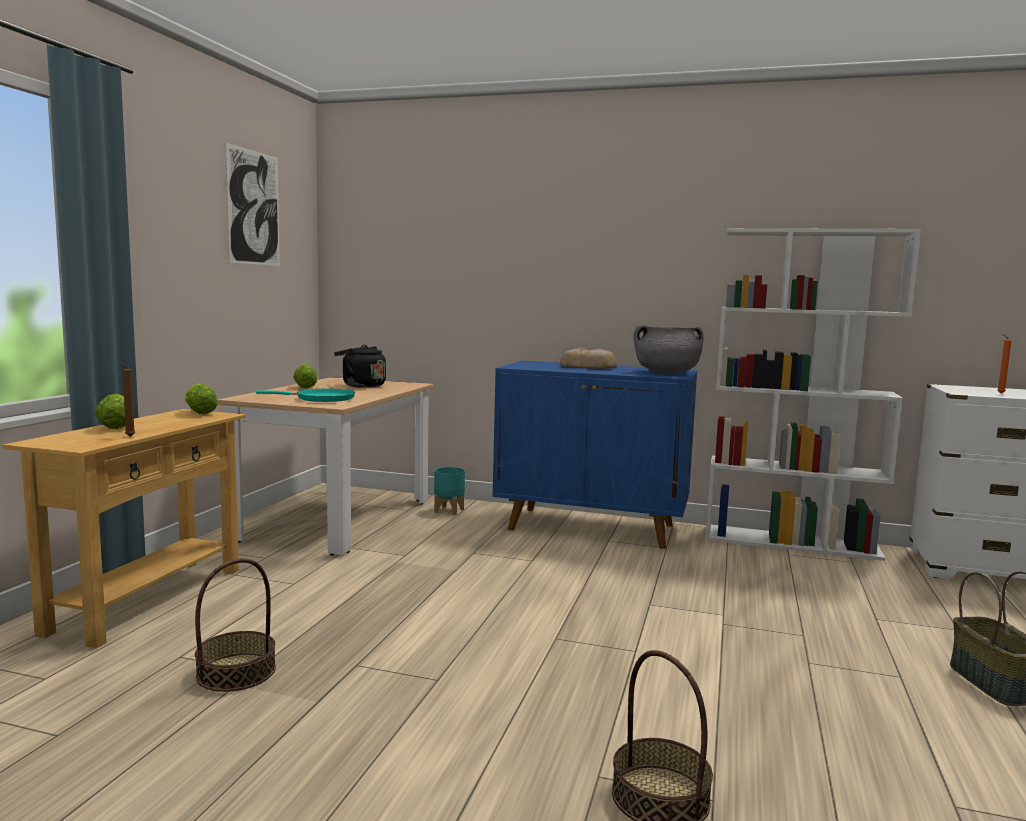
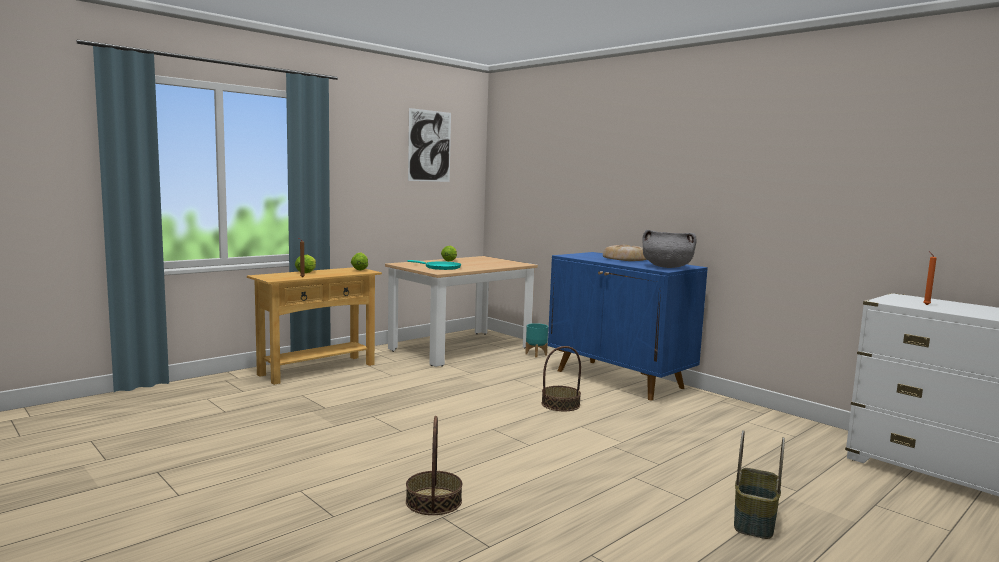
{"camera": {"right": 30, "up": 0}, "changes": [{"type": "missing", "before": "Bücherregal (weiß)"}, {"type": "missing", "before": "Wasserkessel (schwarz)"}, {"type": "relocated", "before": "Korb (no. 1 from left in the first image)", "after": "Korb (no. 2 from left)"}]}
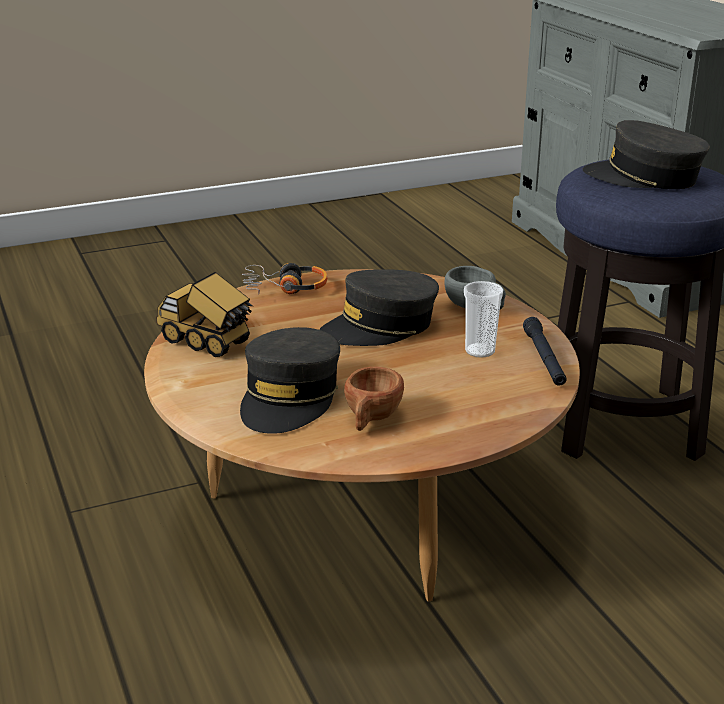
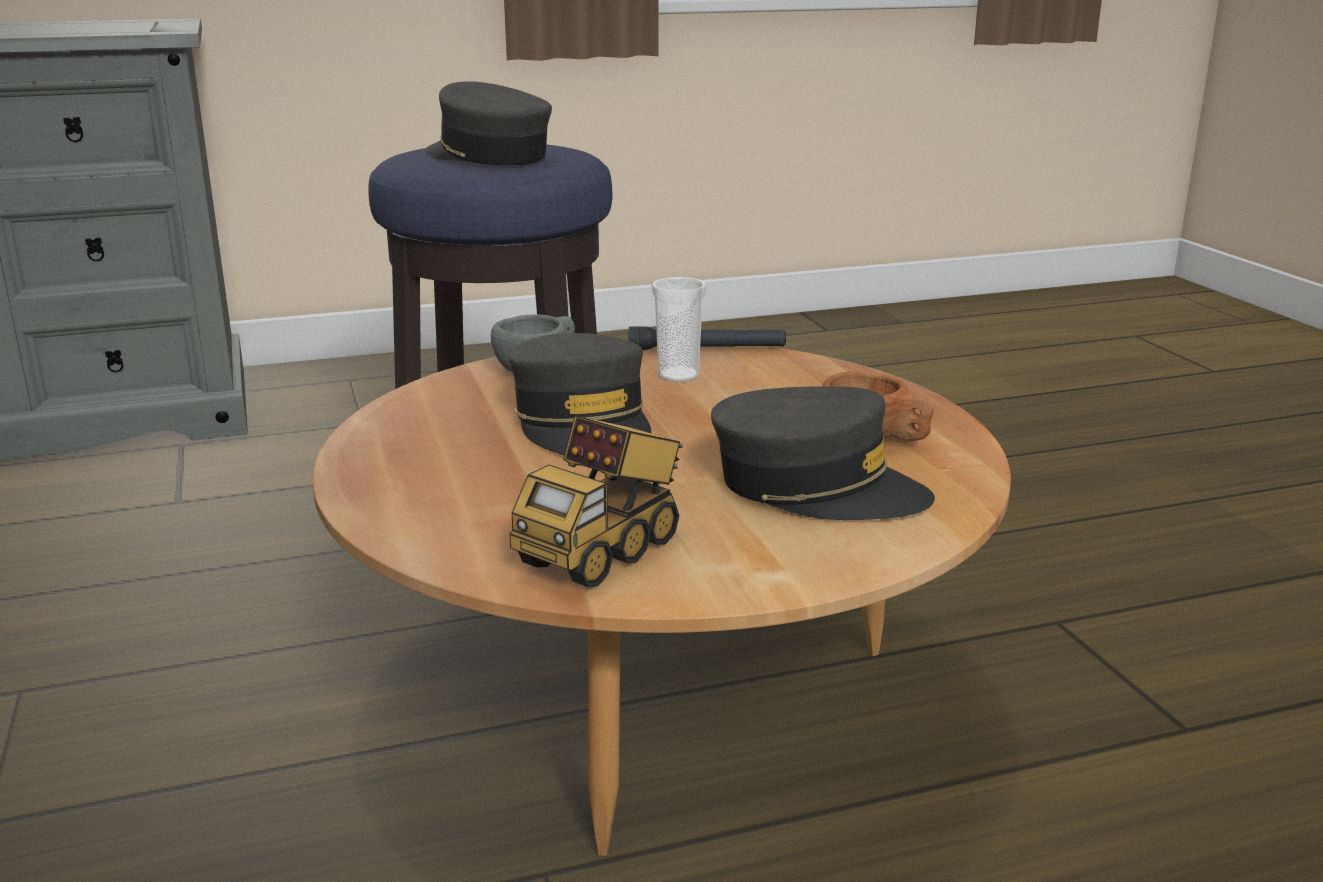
{"camera": {"right": -85, "up": -5}, "changes": [{"type": "spun", "before": "Kappe (grau) (no. 3 from left in the first image)", "turn": 105}, {"type": "missing", "before": "Kopfhörer"}]}
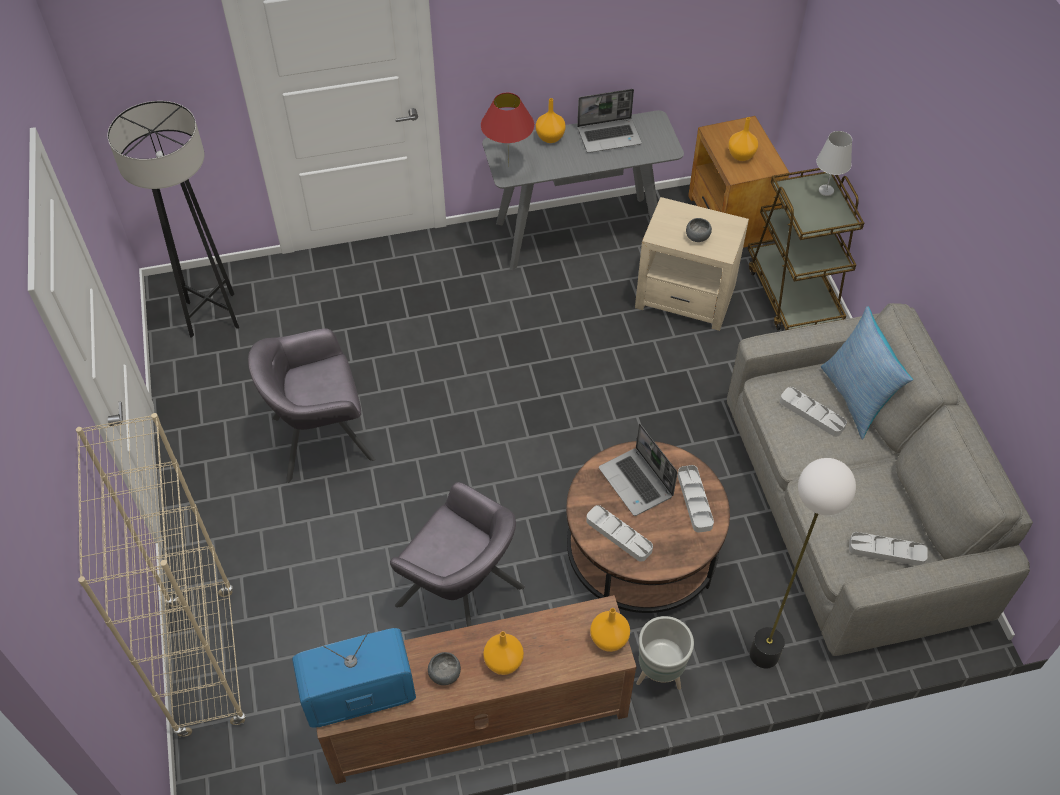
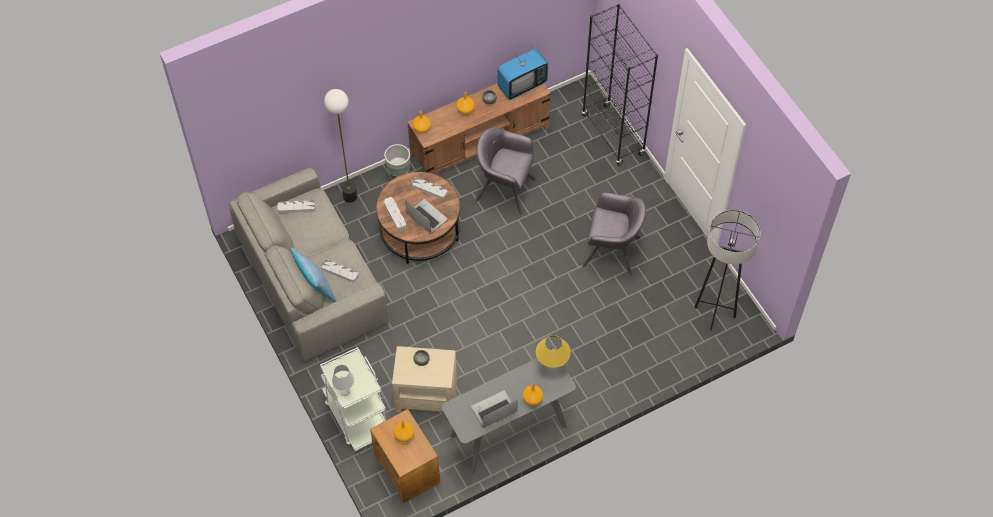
{"camera": {"right": 165, "up": 5}, "changes": [{"type": "colour", "before": "Tischlampe (rot)", "after": "Tischlampe (gelb)"}, {"type": "colour", "before": "Rollwagen (braun)", "after": "Rollwagen (weiß)"}, {"type": "spun", "before": "Sessel (grau) (no. 1 from left in the first image)", "turn": 45}, {"type": "colour", "before": "Bücherregal (beige)", "after": "Bücherregal (schwarz)"}]}
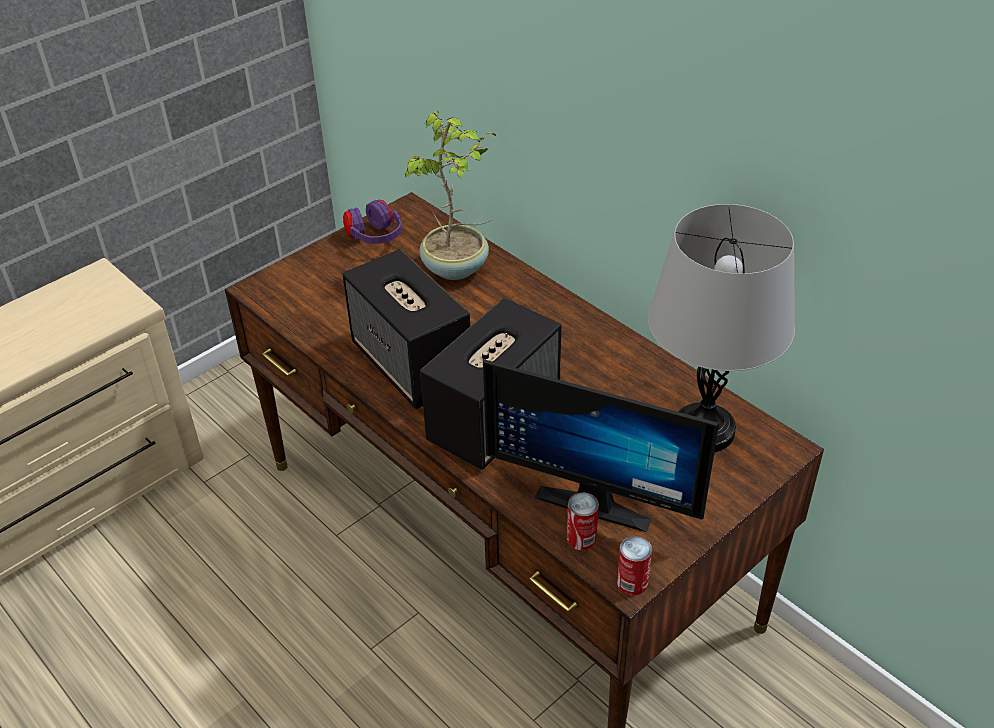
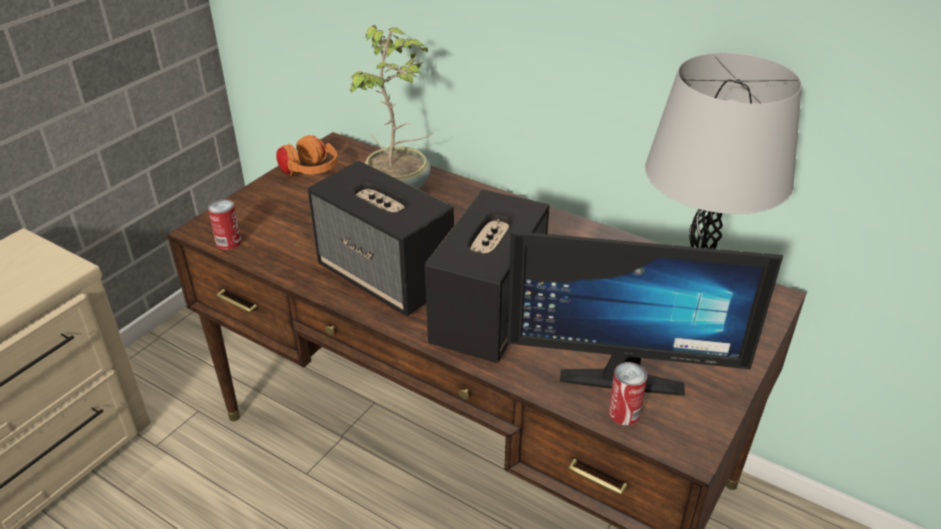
{"camera": {"right": -15, "up": -5}, "changes": [{"type": "colour", "before": "Kopfhörer (lila)", "after": "Kopfhörer (orange)"}, {"type": "relocated", "before": "Dose (no. 2 from left in the first image)", "after": "Dose (no. 1 from left)"}]}
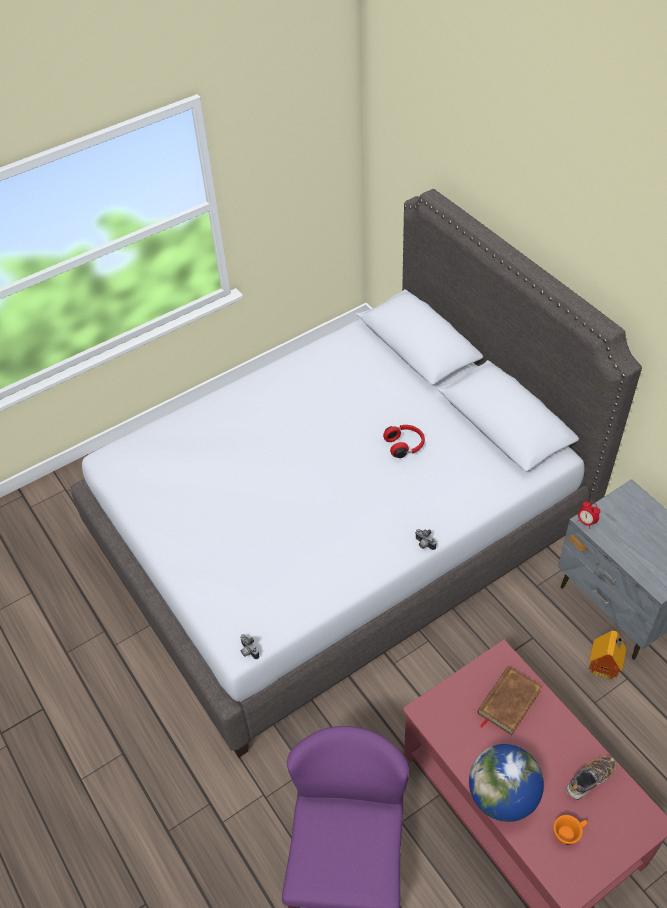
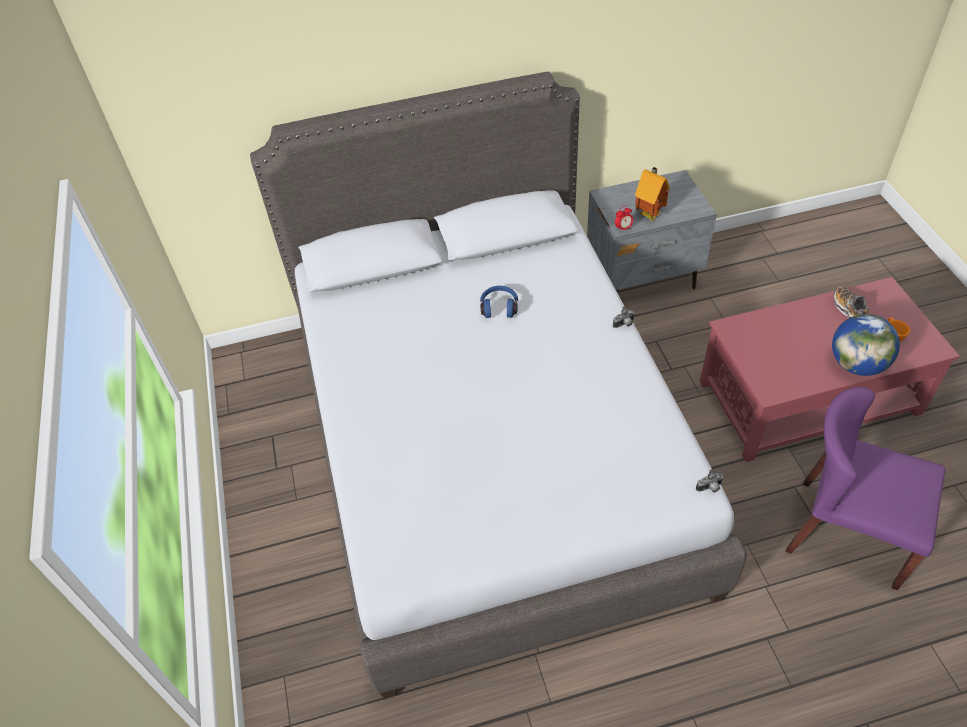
{"camera": {"right": -70, "up": 0}, "changes": [{"type": "colour", "before": "Kopfhörer (rot)", "after": "Kopfhörer (blau)"}, {"type": "relocated", "before": "Spielzeughaus"}, {"type": "missing", "before": "Buch (braun)"}]}
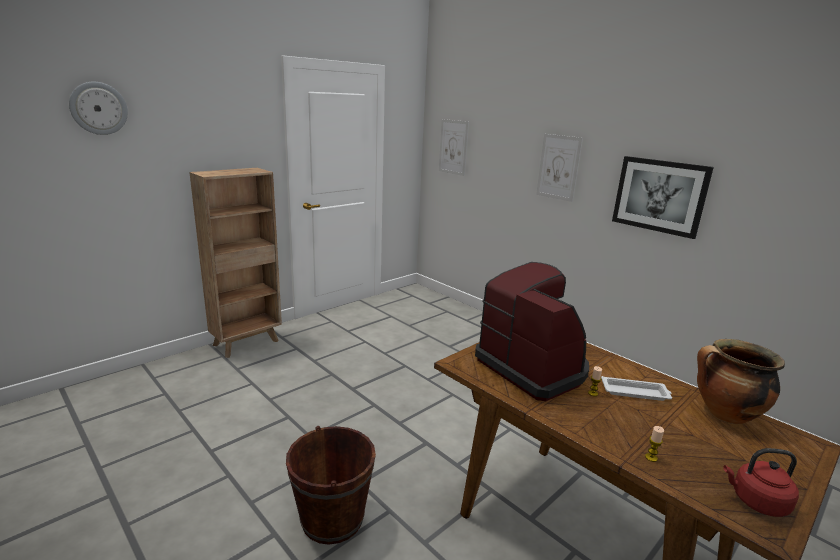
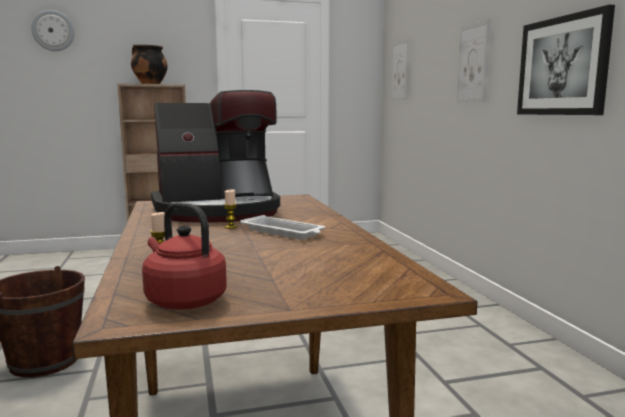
{"camera": {"right": 30, "up": -10}, "changes": [{"type": "spun", "before": "Kaffeemaschine", "turn": 75}, {"type": "relocated", "before": "Kochtopf"}]}
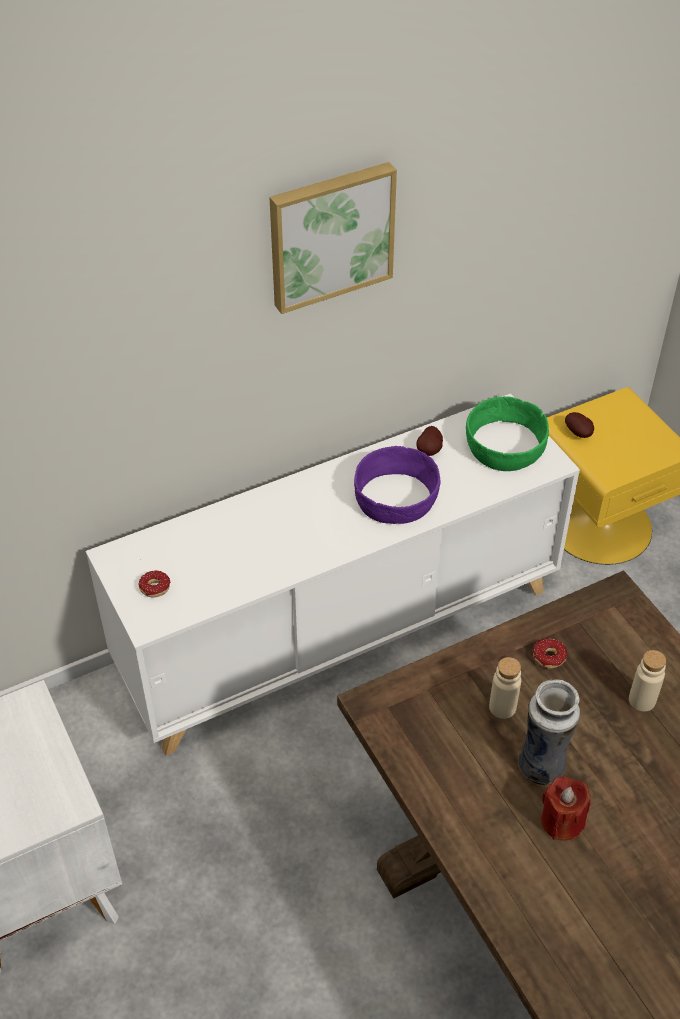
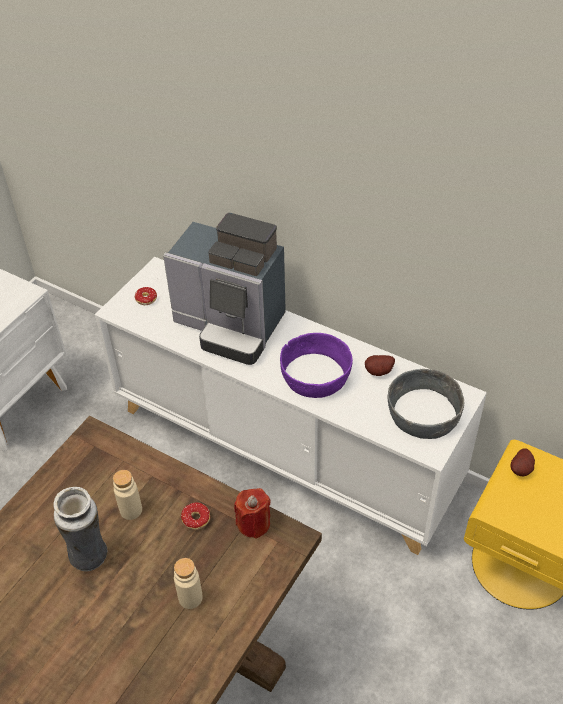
{"camera": {"right": 60, "up": 0}, "changes": [{"type": "missing", "before": "Bild"}, {"type": "colour", "before": "Schüssel (grün)", "after": "Schüssel (grau)"}, {"type": "relocated", "before": "Kerze (rot)"}, {"type": "appeared", "after": "Kaffeemaschine"}]}
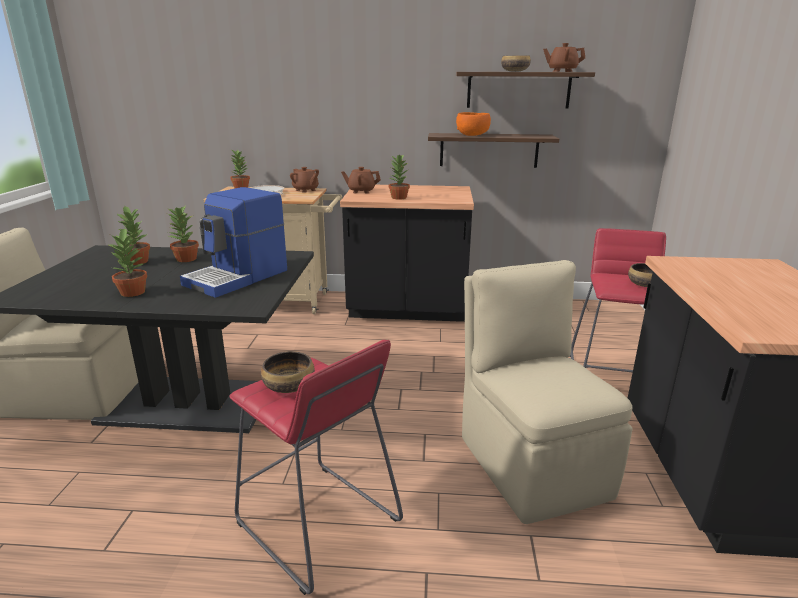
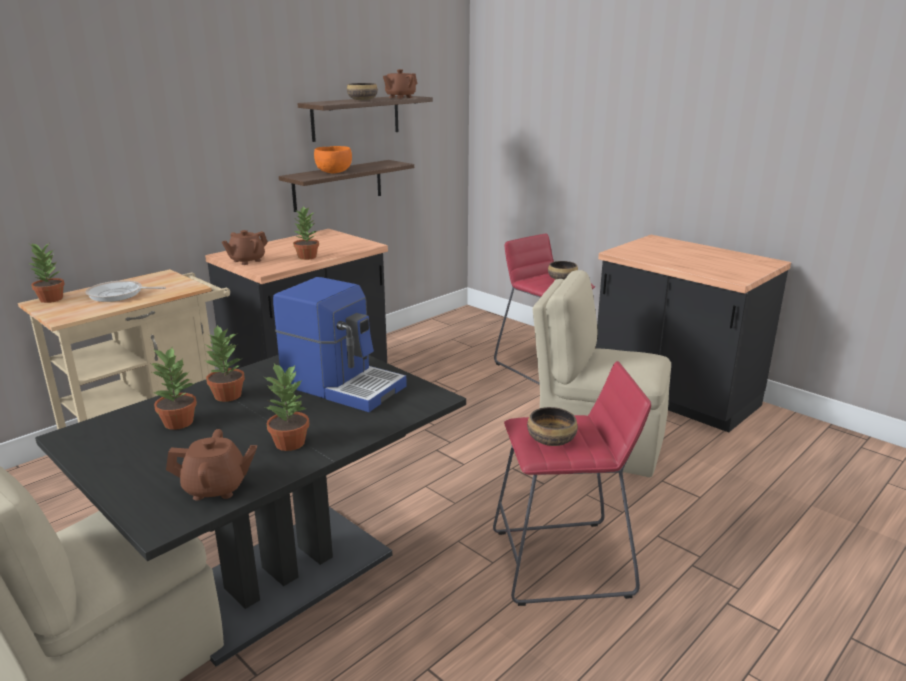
{"camera": {"right": -50, "up": 0}, "changes": [{"type": "relocated", "before": "Teekanne (braun) (no. 1 from left)"}, {"type": "spun", "before": "Kaffeemaschine", "turn": -45}]}
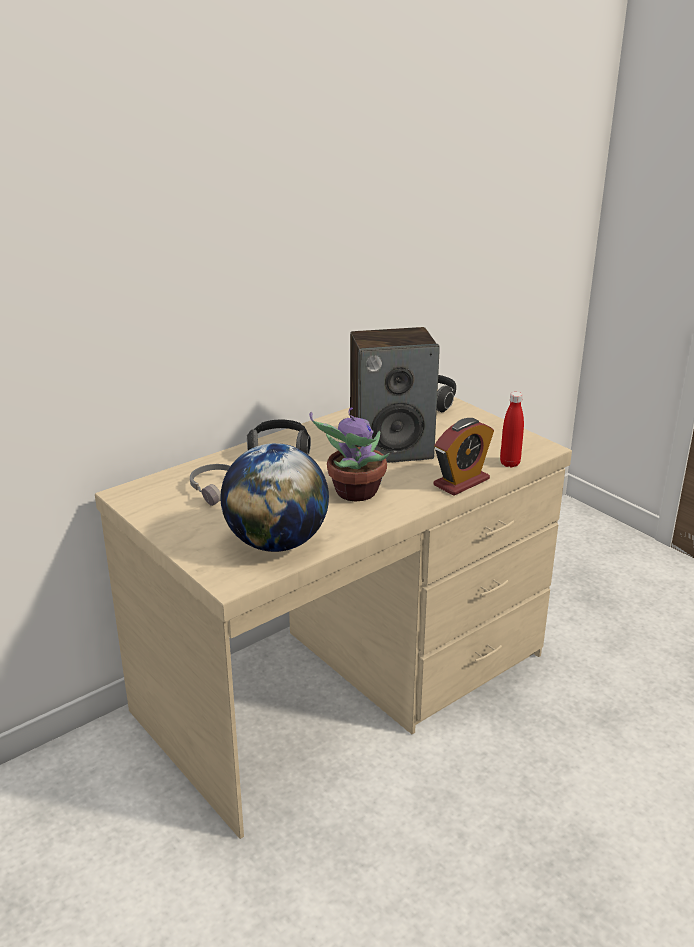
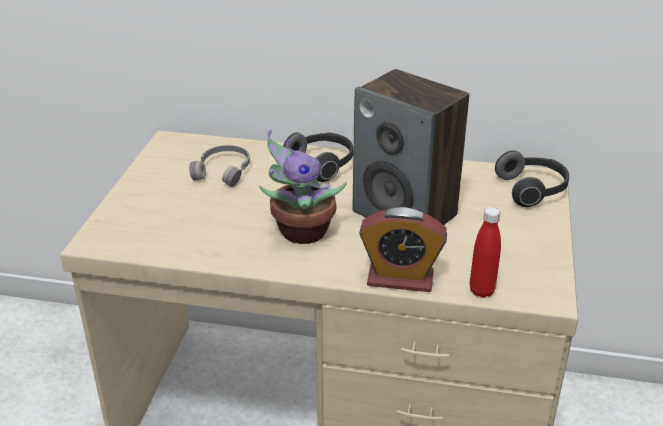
{"camera": {"right": 50, "up": 5}, "changes": [{"type": "missing", "before": "Globus"}]}
